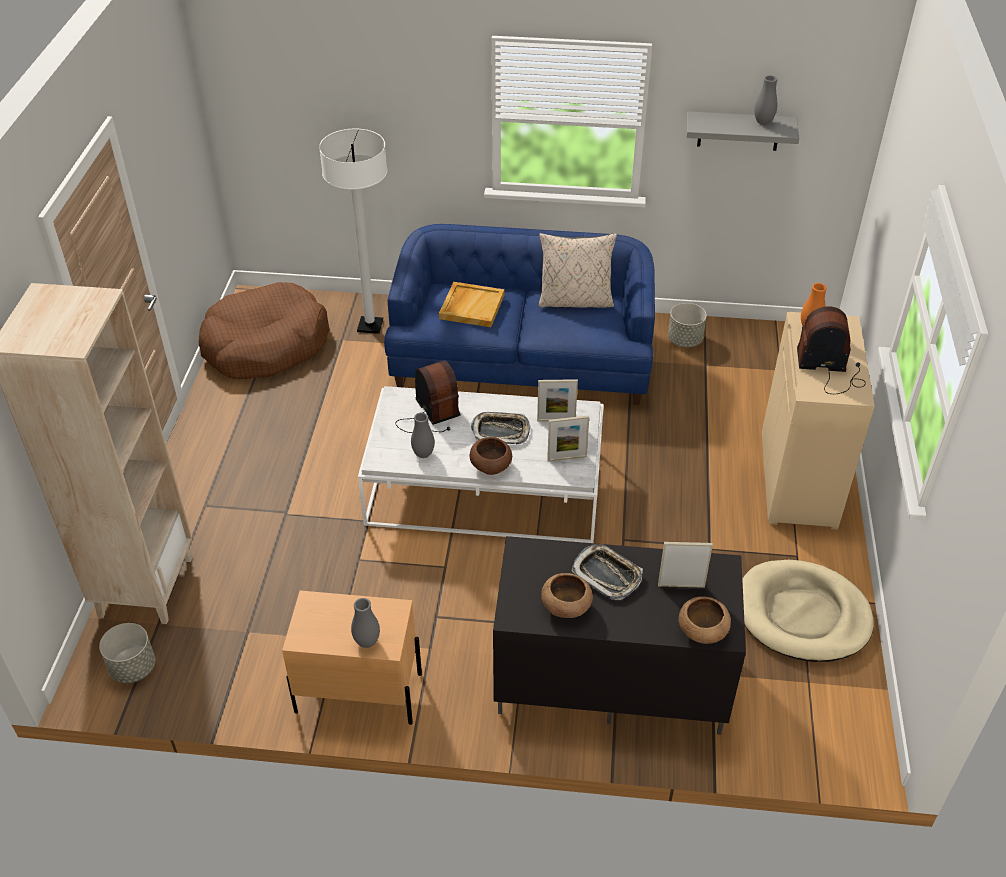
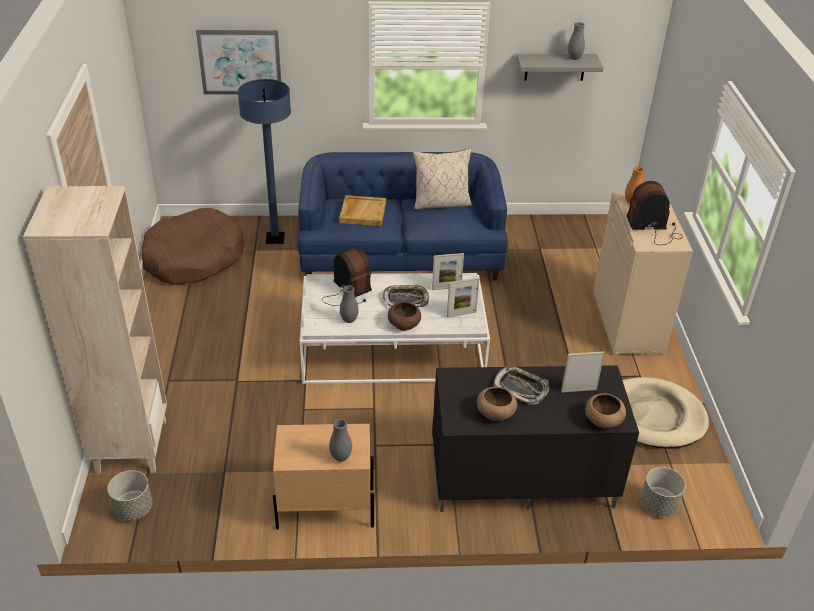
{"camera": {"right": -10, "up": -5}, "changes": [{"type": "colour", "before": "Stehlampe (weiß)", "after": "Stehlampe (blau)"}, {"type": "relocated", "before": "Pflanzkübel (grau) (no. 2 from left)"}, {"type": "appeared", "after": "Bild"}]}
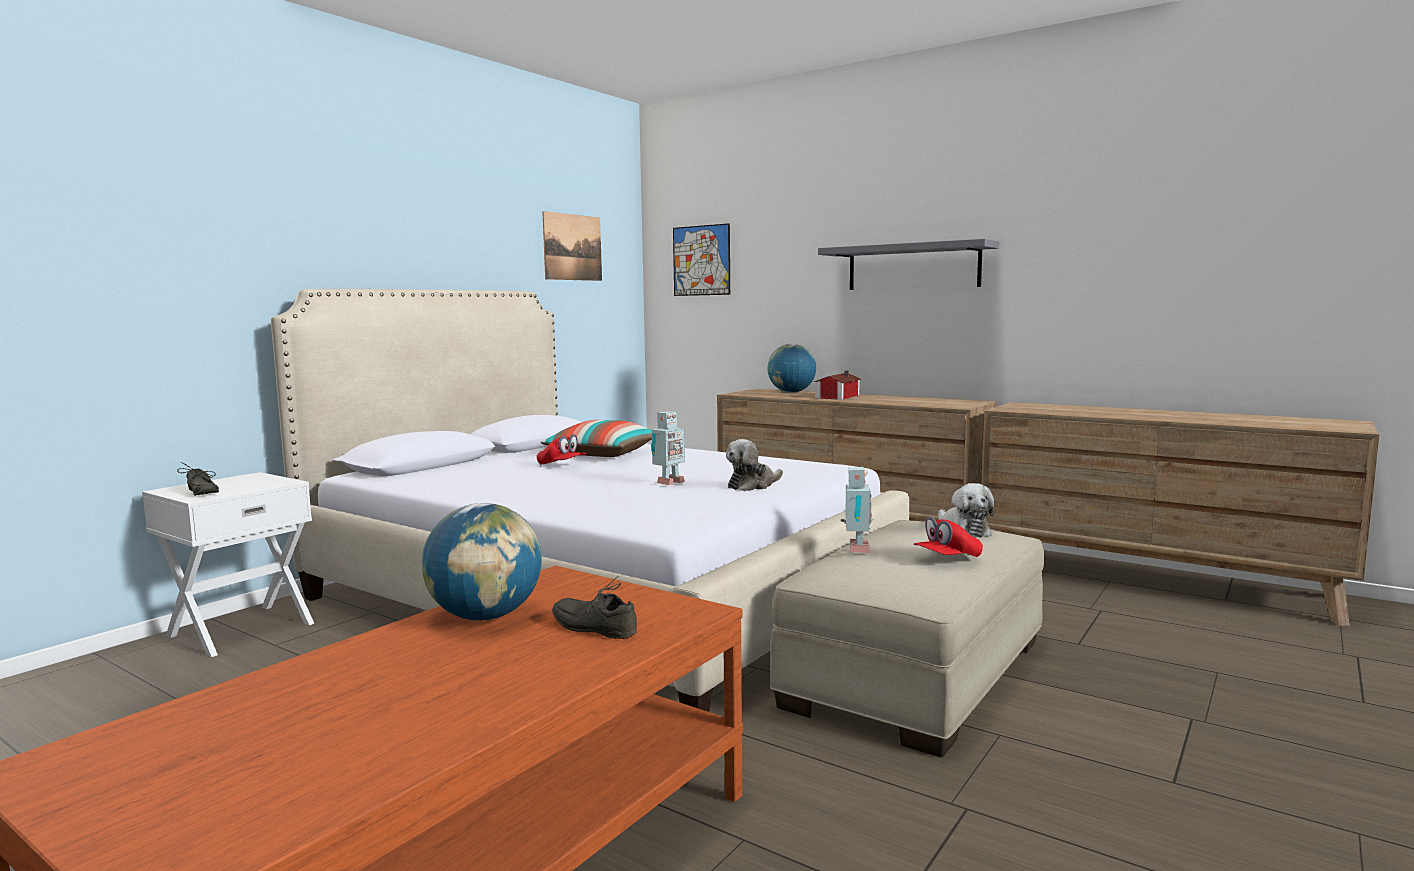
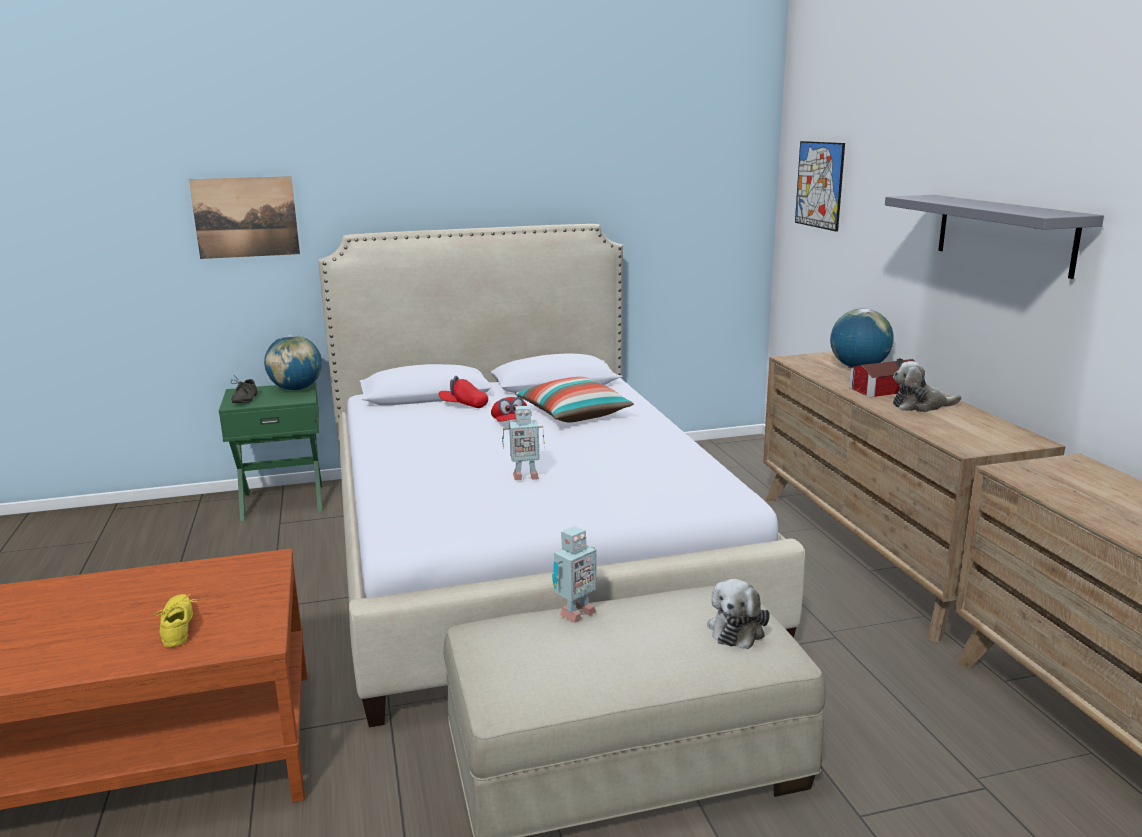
{"camera": {"right": 40, "up": 10}, "changes": [{"type": "relocated", "before": "Bild (no. 1 from left)"}, {"type": "relocated", "before": "Plüschtier (no. 1 from left in the first image)", "after": "Plüschtier (no. 2 from left)"}, {"type": "colour", "before": "Nachttisch (weiß)", "after": "Nachttisch (grün)"}, {"type": "relocated", "before": "Globus (no. 1 from left)"}, {"type": "relocated", "before": "Kappe (rot) (no. 2 from left in the first image)", "after": "Kappe (rot) (no. 1 from left)"}, {"type": "colour", "before": "Schuh (grau) (no. 2 from left)", "after": "Schuh (gelb)"}]}
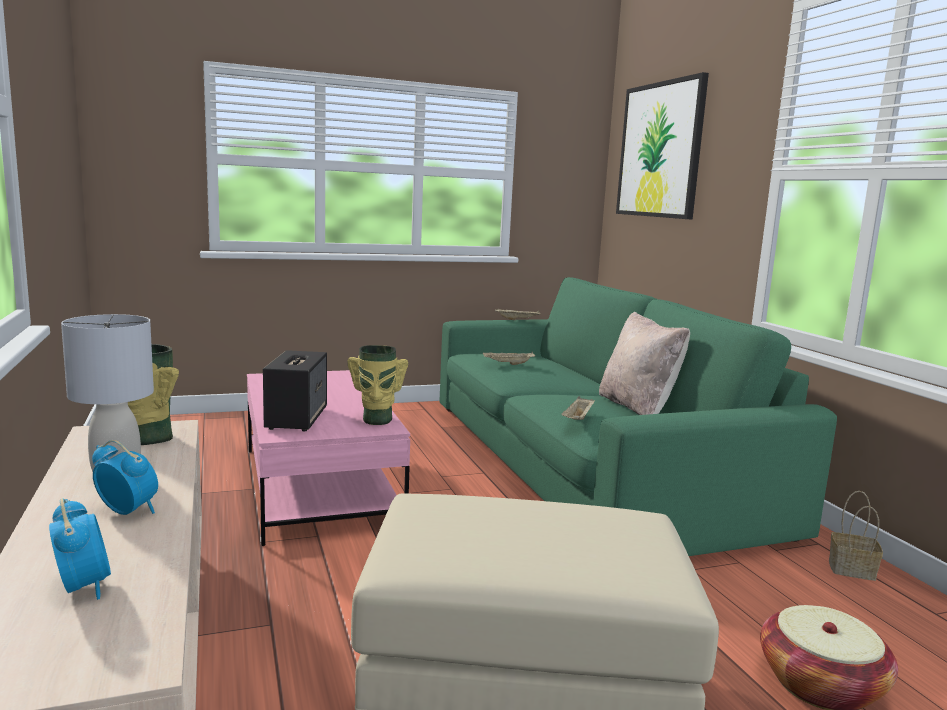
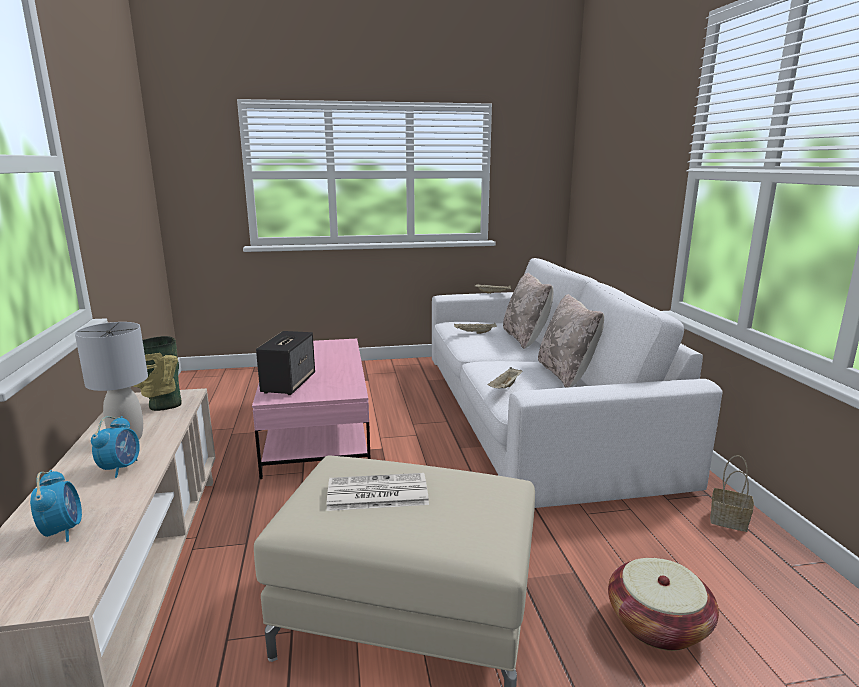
{"camera": {"right": 10, "up": 5}, "changes": [{"type": "missing", "before": "Bild"}, {"type": "colour", "before": "Sofa (grün)", "after": "Sofa (weiß)"}, {"type": "missing", "before": "Vase (no. 2 from left)"}, {"type": "spun", "before": "Wecker (no. 2 from left)", "turn": 60}, {"type": "appeared", "after": "Kissen (beige) (no. 1 from left)"}, {"type": "appeared", "after": "Zeitung"}]}
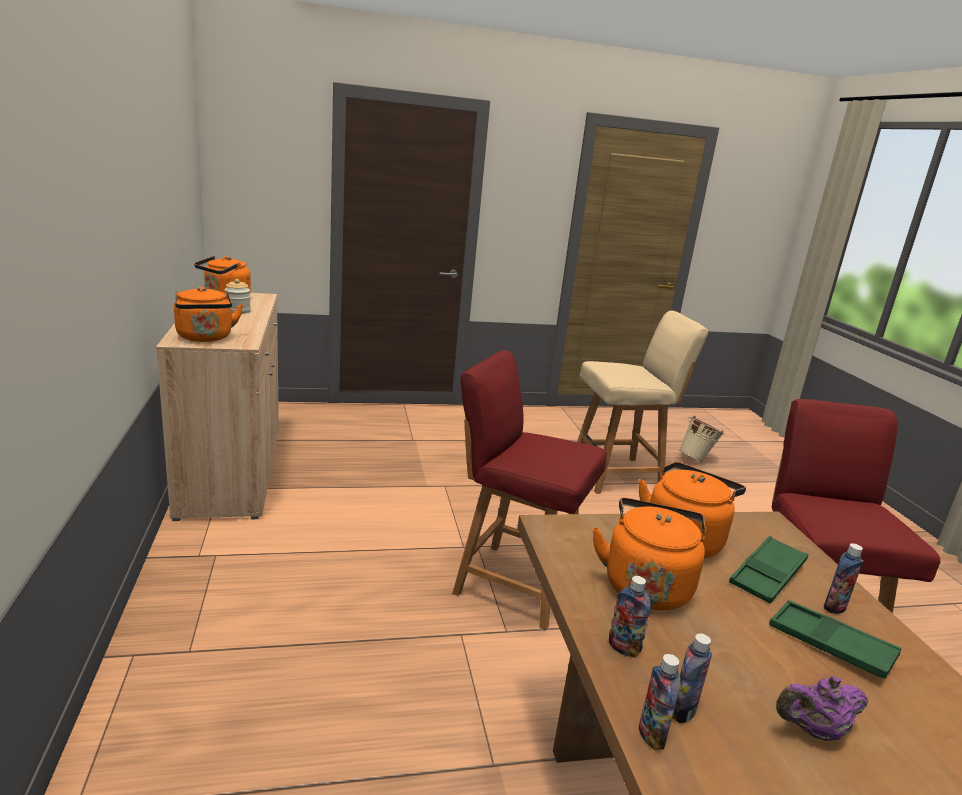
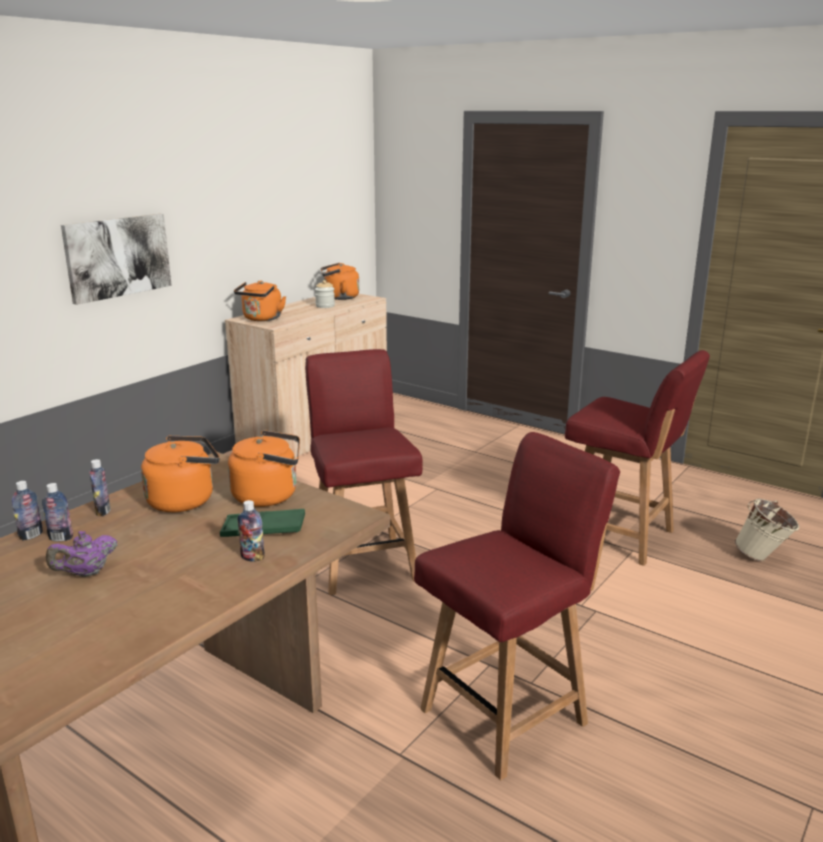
{"camera": {"right": 50, "up": 0}, "changes": [{"type": "colour", "before": "Stuhl (beige)", "after": "Stuhl (rot) (no. 3 from left)"}, {"type": "missing", "before": "Tablett (grün) (no. 2 from left)"}, {"type": "spun", "before": "Teekanne (lila)", "turn": -75}, {"type": "appeared", "after": "Bild"}]}
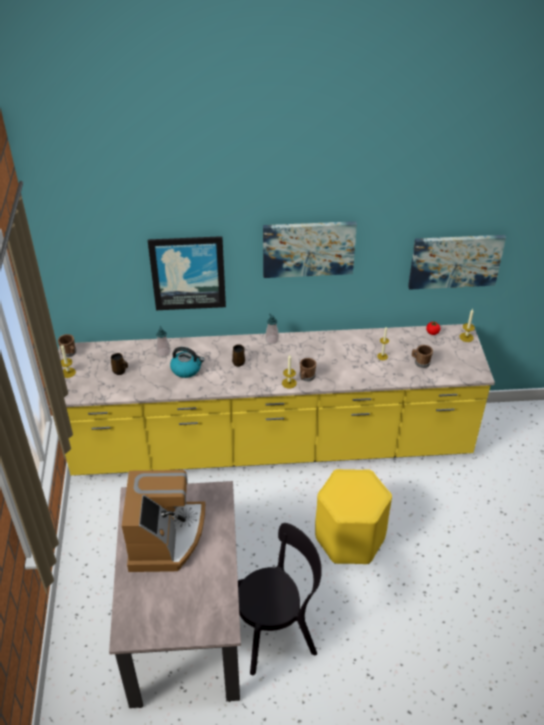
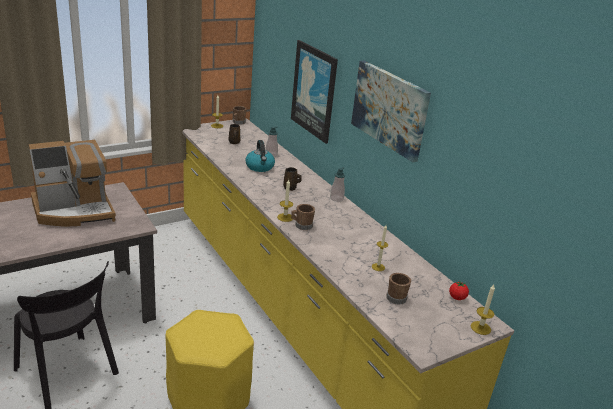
{"camera": {"right": 60, "up": -15}, "changes": [{"type": "missing", "before": "Bild (no. 3 from left)"}]}
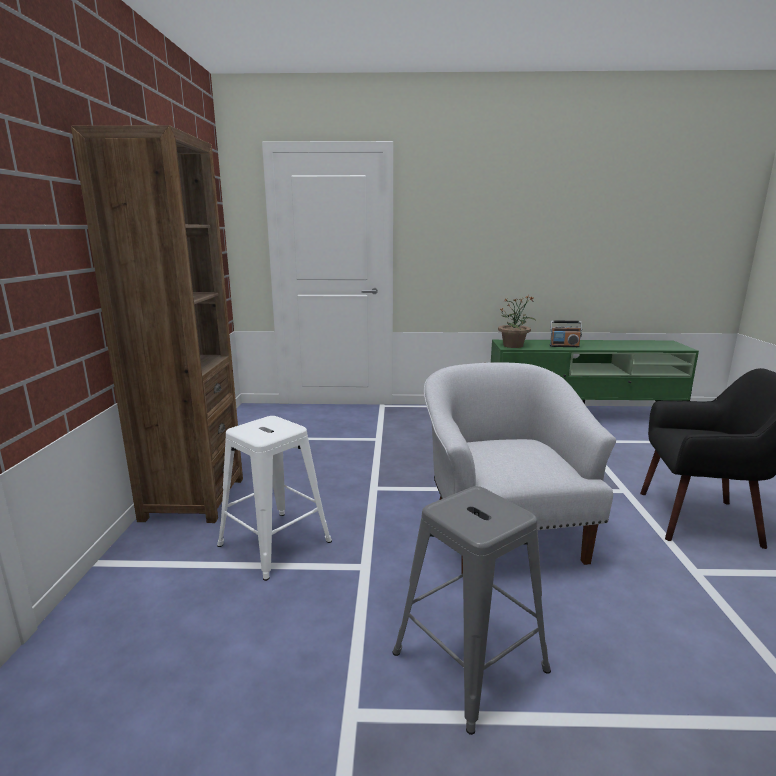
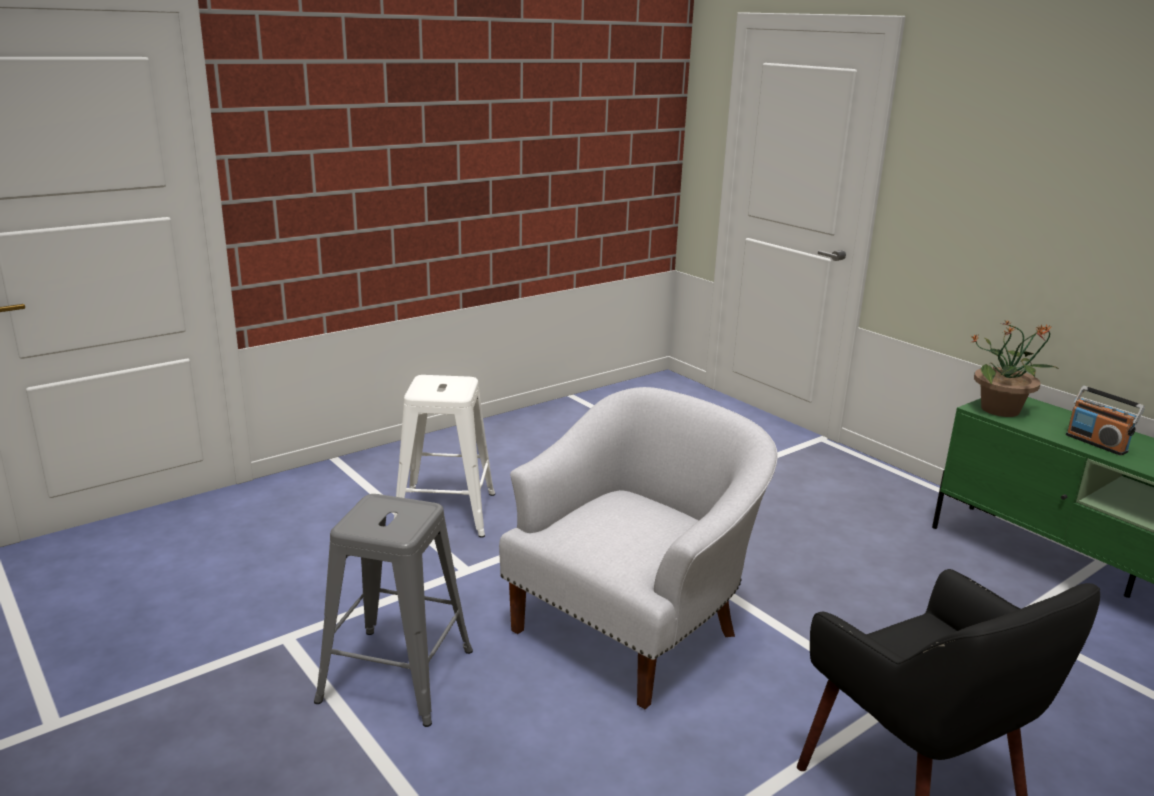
{"camera": {"right": 50, "up": 5}, "changes": [{"type": "missing", "before": "Bücherregal (braun)"}]}
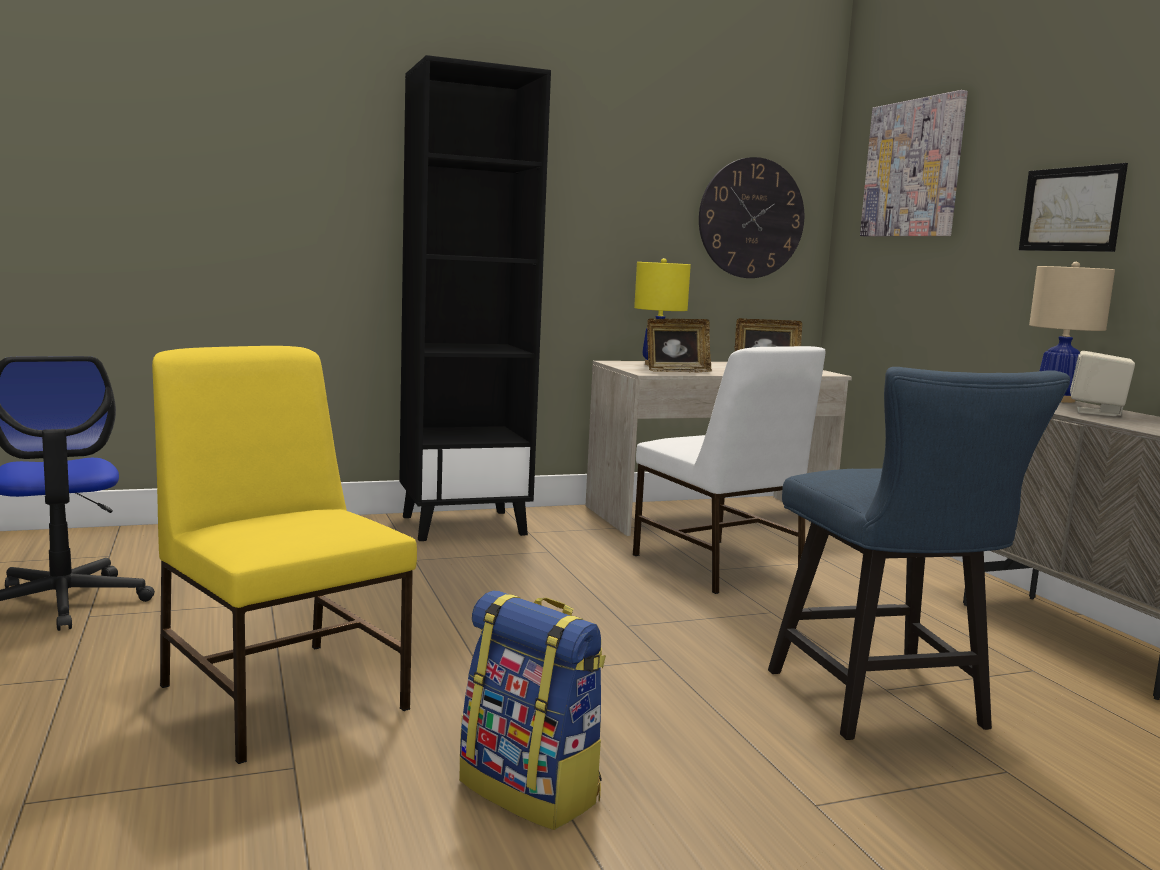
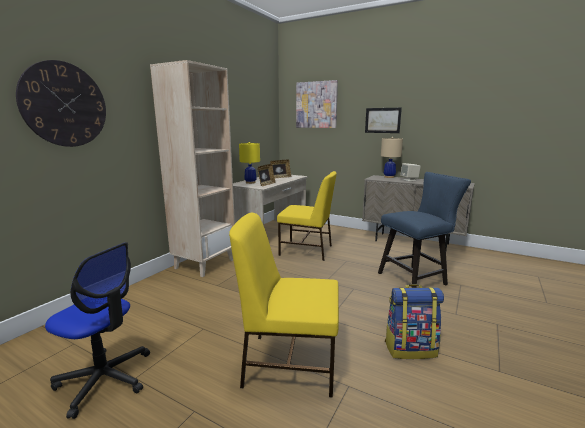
{"camera": {"right": -40, "up": 5}, "changes": [{"type": "colour", "before": "Bücherregal (schwarz)", "after": "Bücherregal (beige)"}, {"type": "relocated", "before": "Wanduhr"}, {"type": "colour", "before": "Stuhl (weiß)", "after": "Stuhl (gelb) (no. 2 from left)"}, {"type": "spun", "before": "Stuhl (blau)", "turn": -60}]}
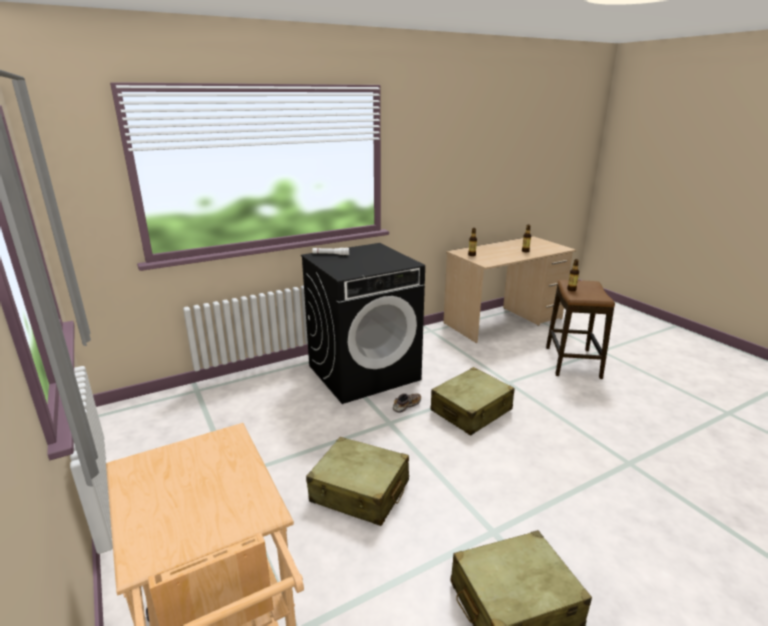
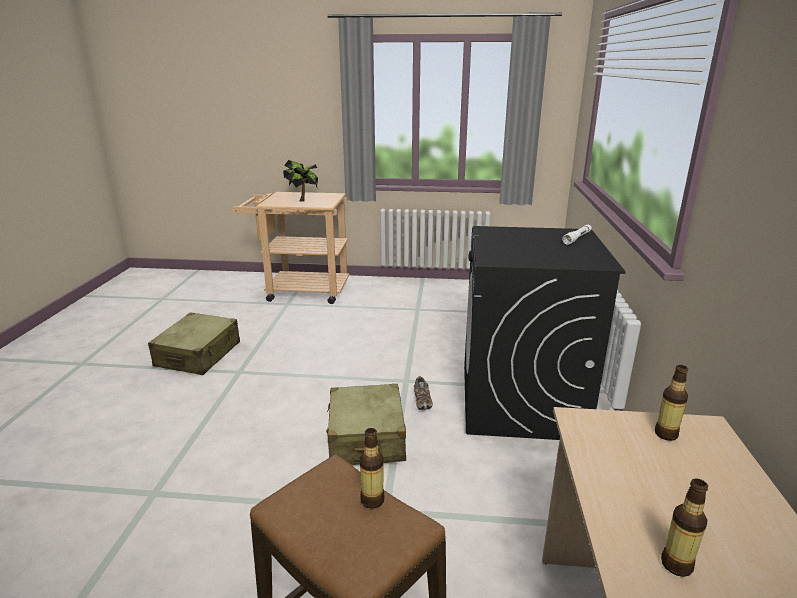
{"camera": {"right": 125, "up": 0}, "changes": [{"type": "missing", "before": "Koffer (beige) (no. 1 from left)"}, {"type": "appeared", "after": "Topfpflanze"}]}
